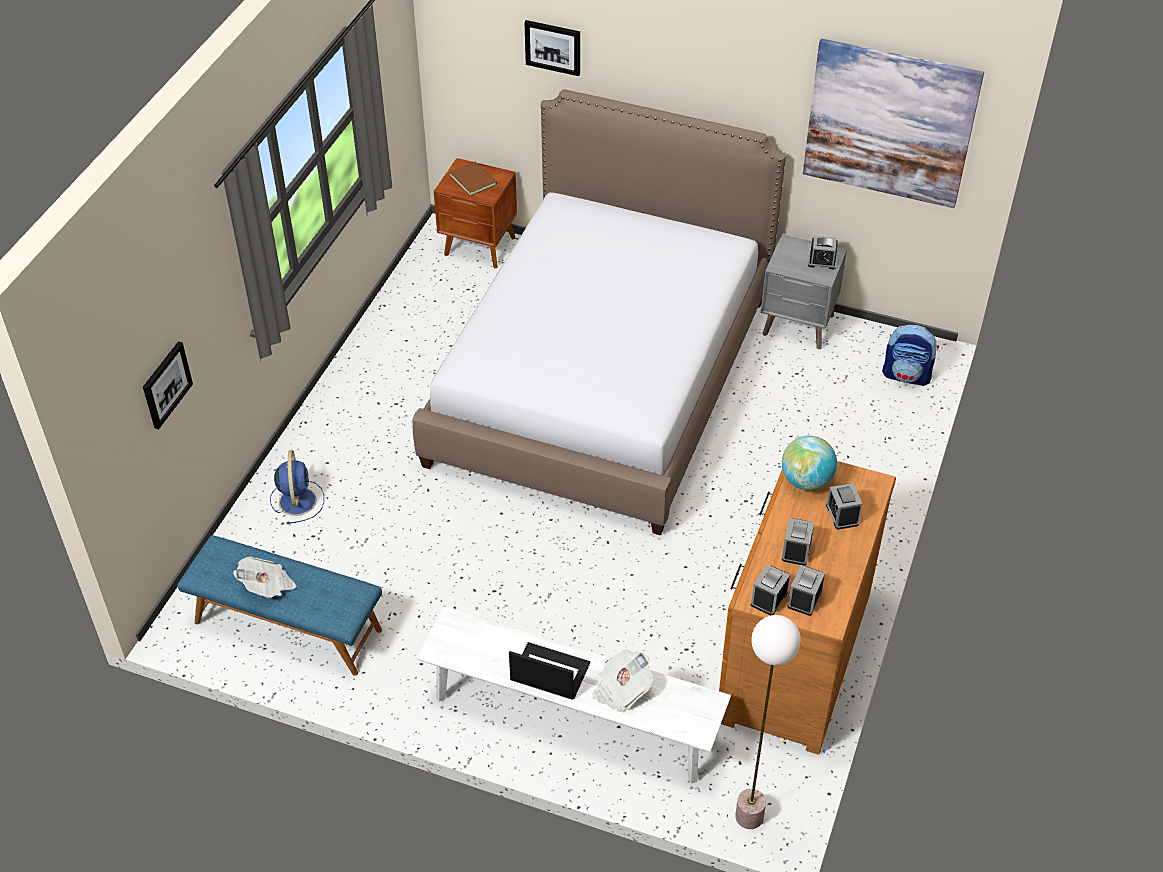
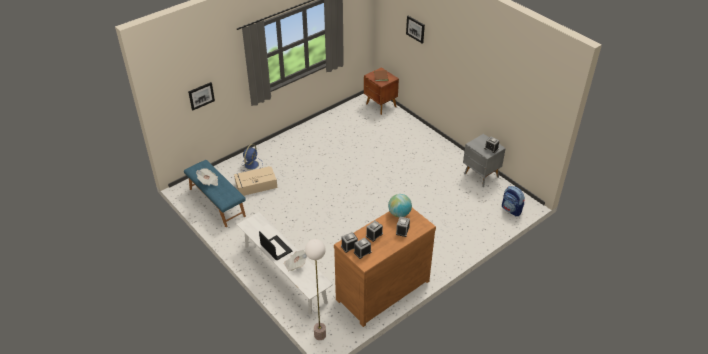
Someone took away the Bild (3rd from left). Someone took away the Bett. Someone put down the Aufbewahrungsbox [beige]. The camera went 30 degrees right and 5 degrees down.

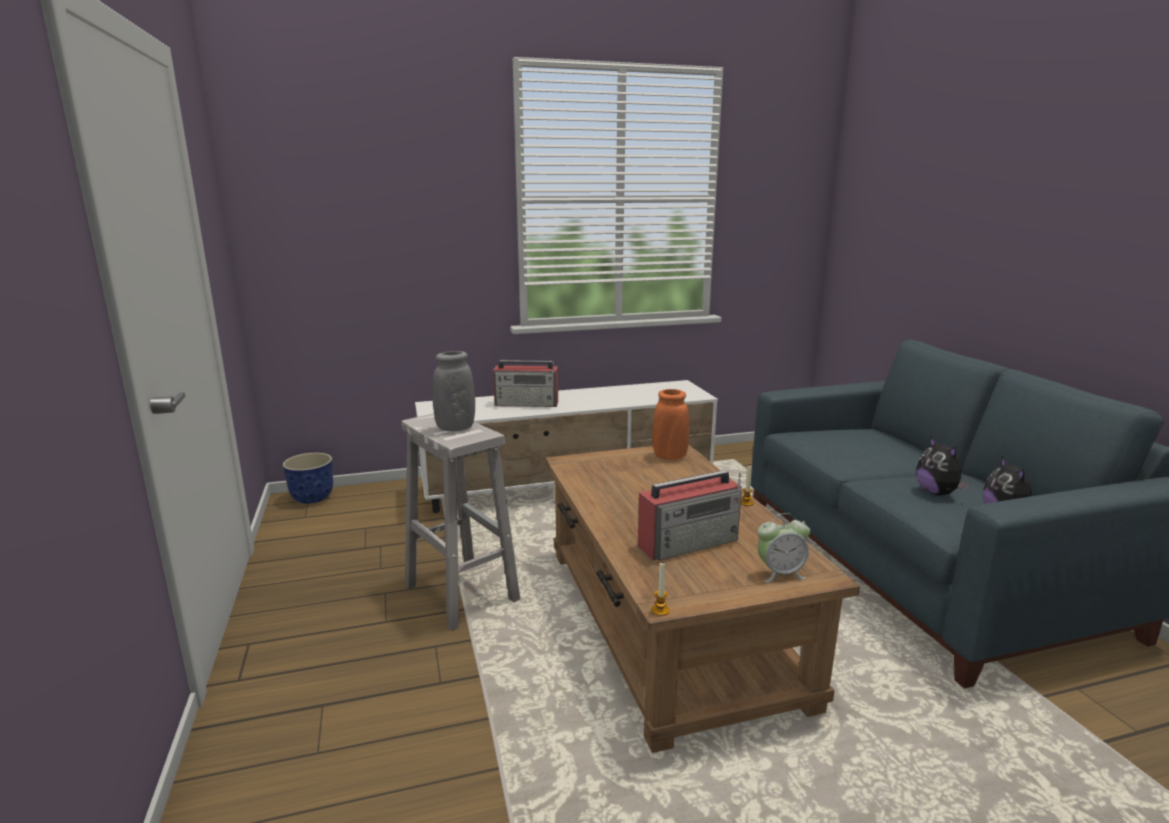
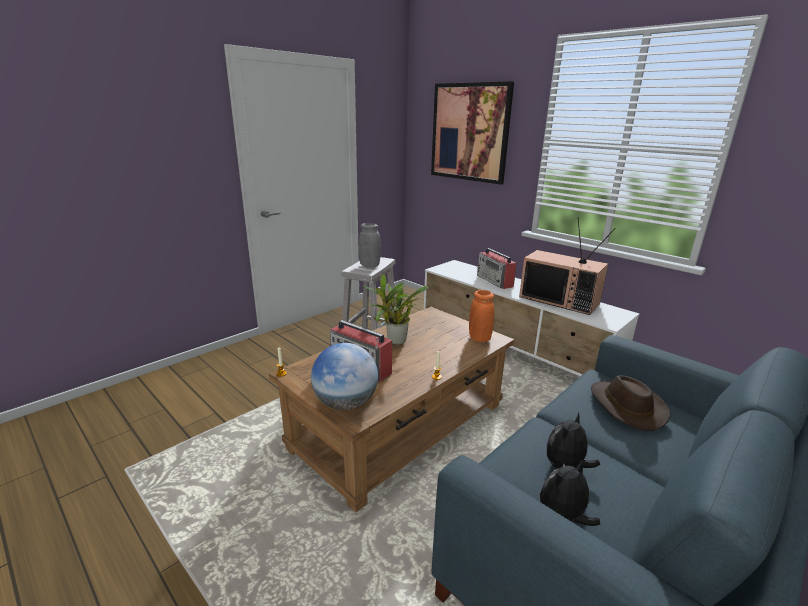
Someone took away the Pflanzkübel. Someone swapped the Wecker for the Globus. Someone put up the Bild. Someone put down the Fernseher. Someone put down the Topfpflanze. Someone put down the Hut [braun]. The camera went 60 degrees right and 5 degrees up.

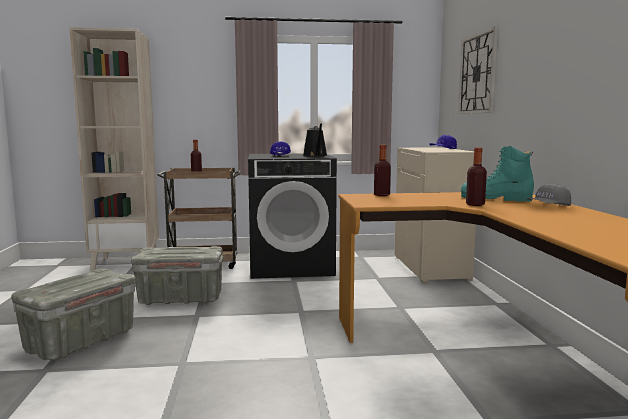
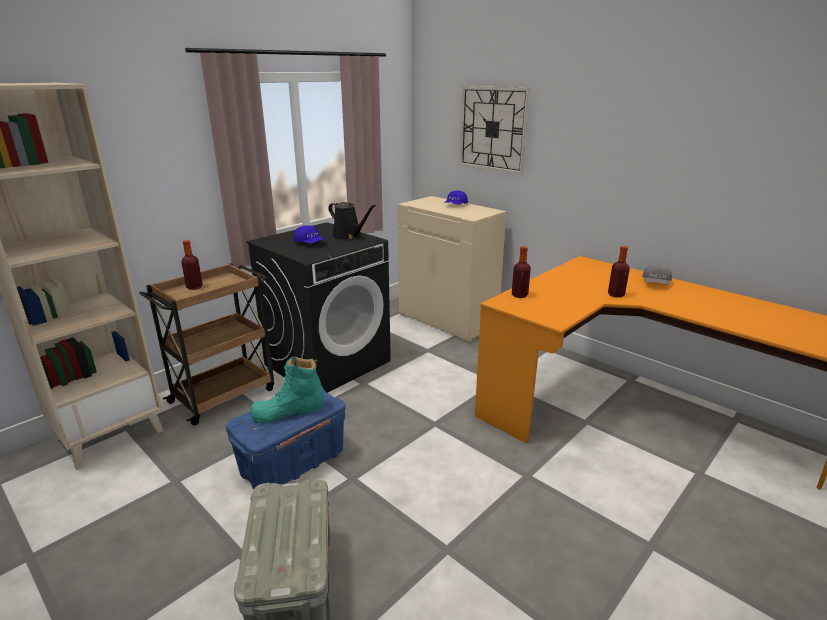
Someone carried the Stiefel [türkis]. Someone repainted the Aufbewahrungsbox [grau] (2nd from left), which became the Aufbewahrungsbox [blau]. The camera went 40 degrees left and 15 degrees up.

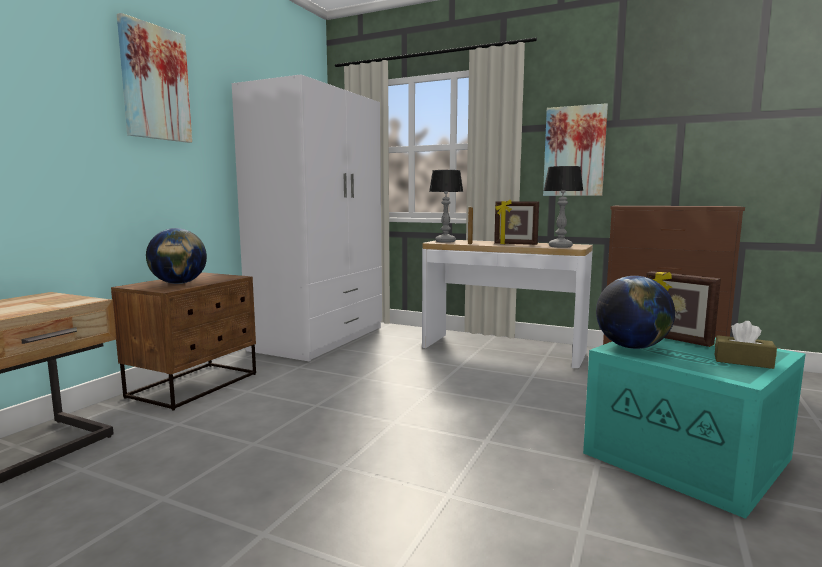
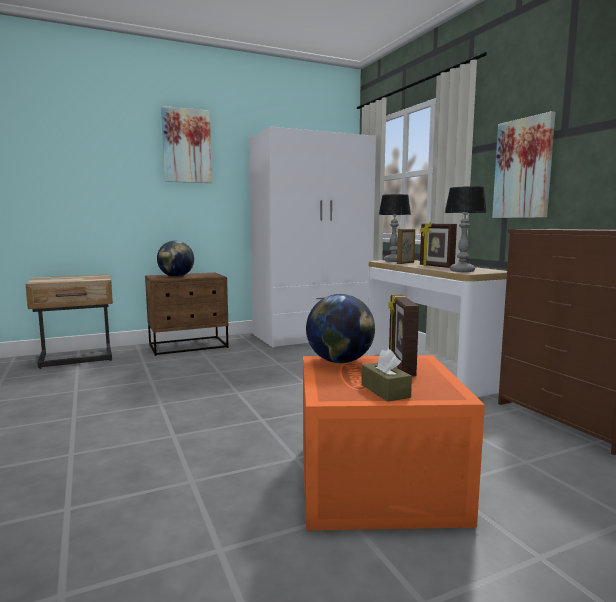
Someone repainted the Aufbewahrungsbox [türkis], which became the Aufbewahrungsbox [orange]. The camera went 40 degrees right and 0 degrees up.

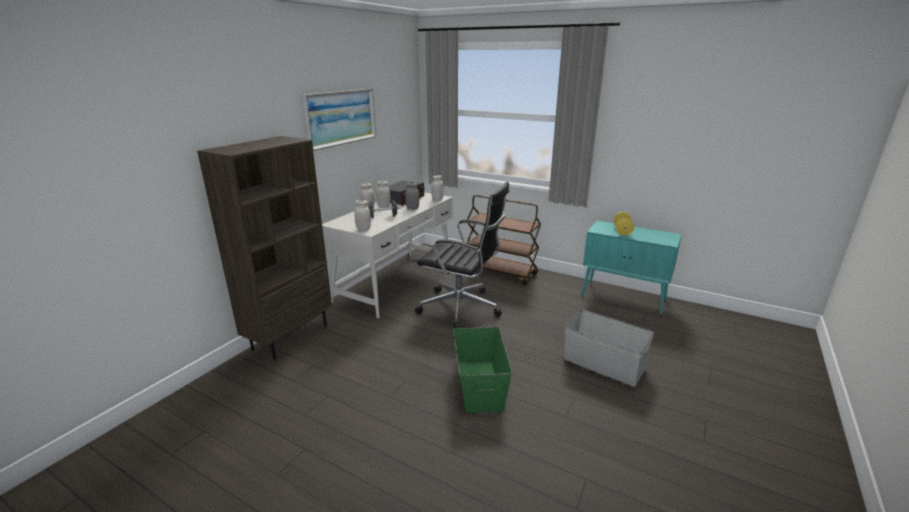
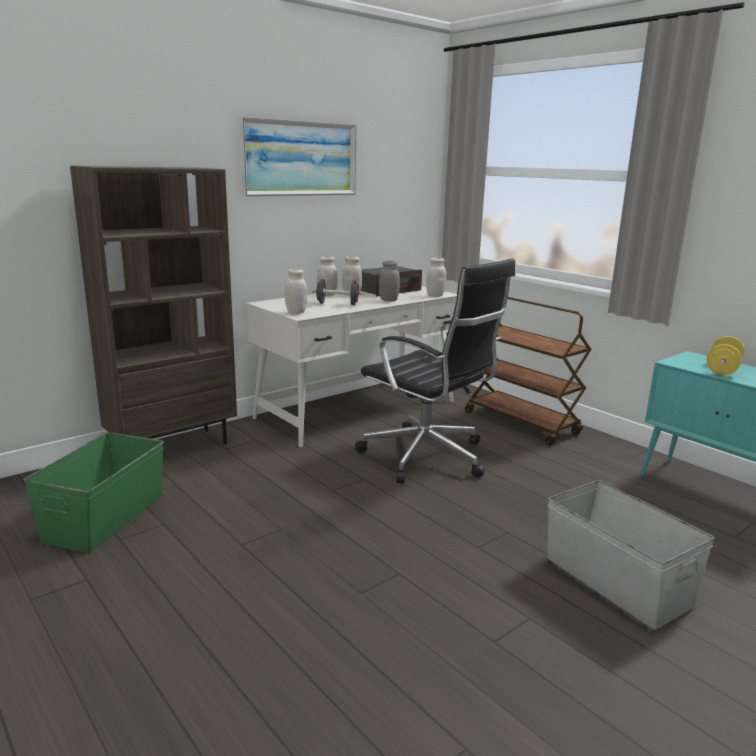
Someone carried the Aufbewahrungsbox [grün]. The camera went 20 degrees right and 5 degrees down.

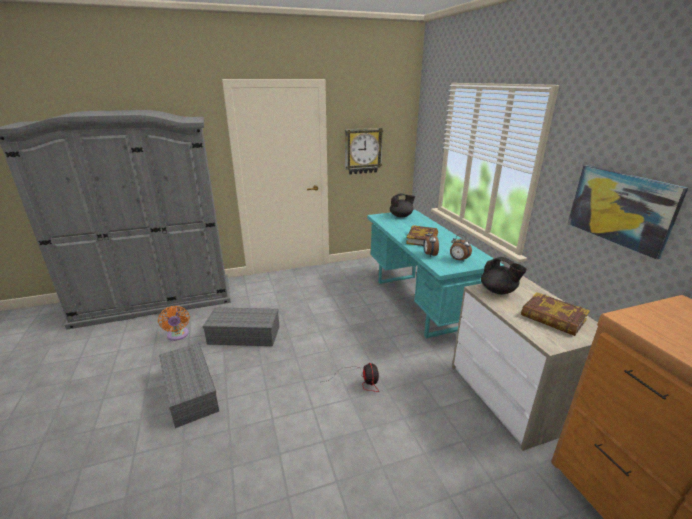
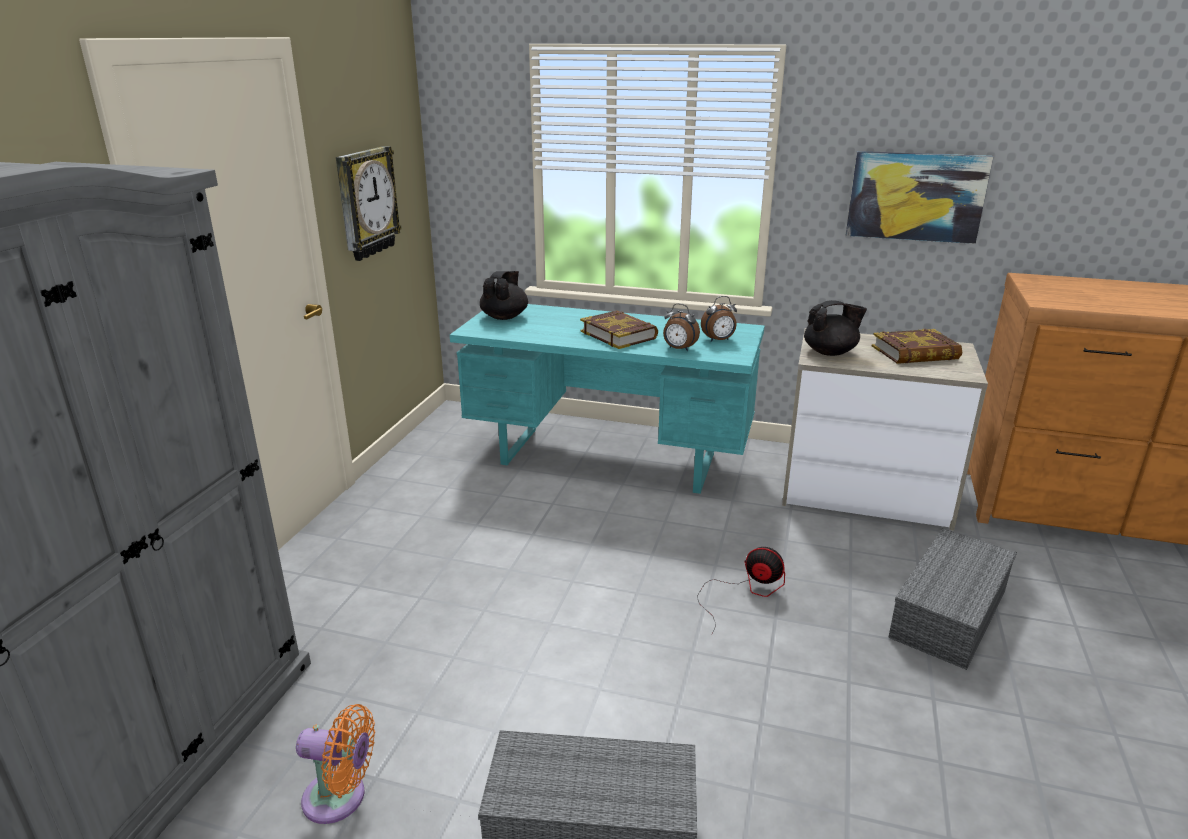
Someone carried the Aufbewahrungsbox [grau] (2nd from left). The camera went 55 degrees left and 0 degrees up.

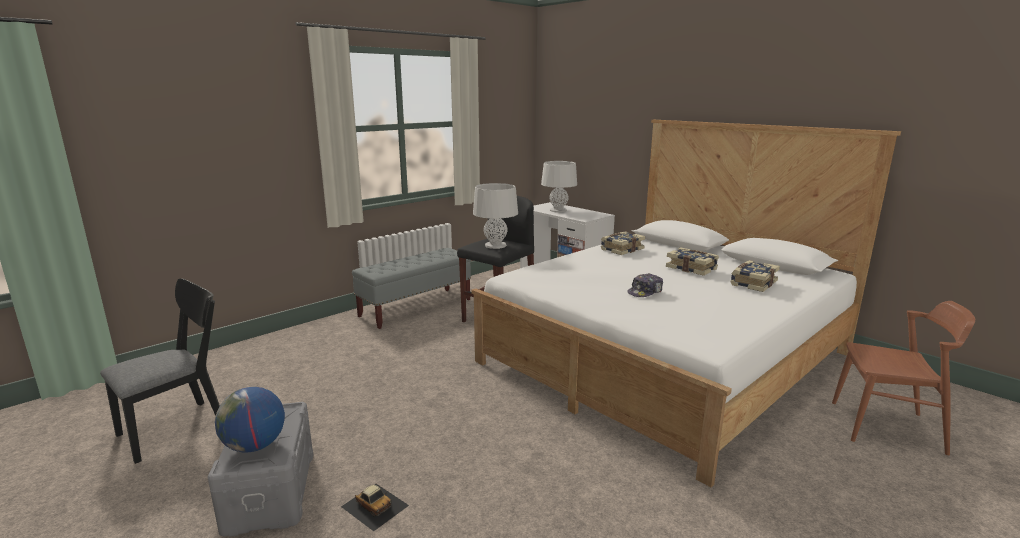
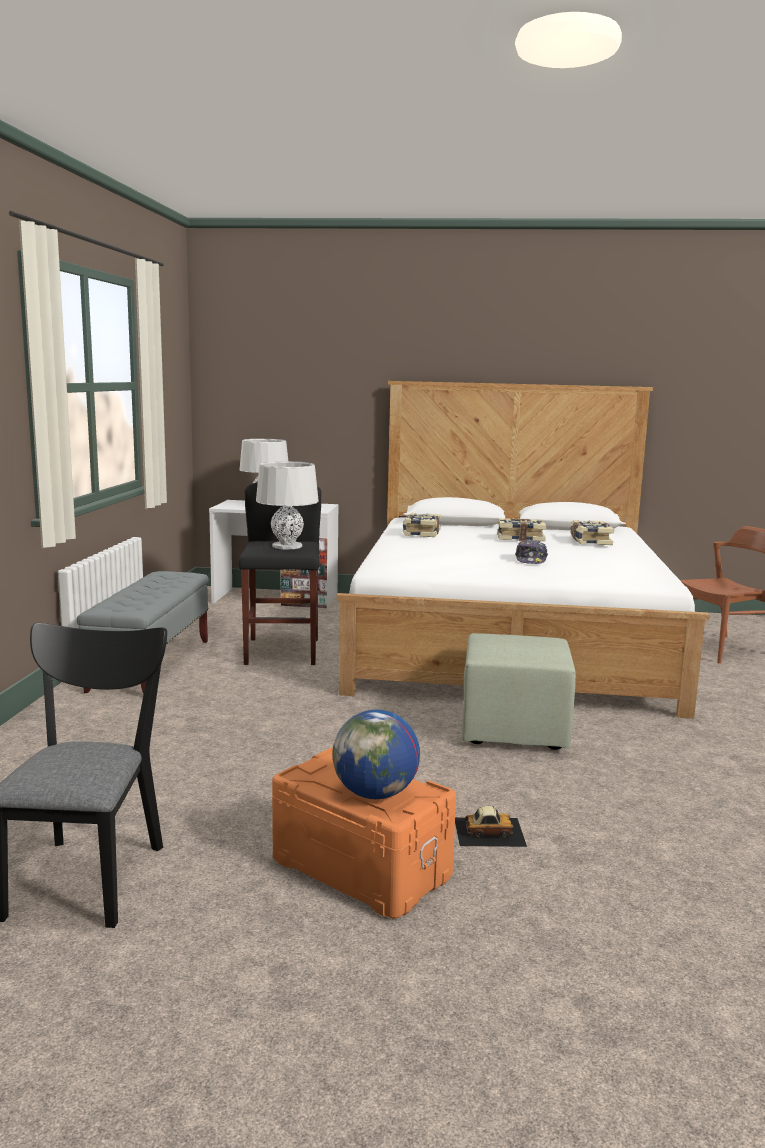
Someone repainted the Aufbewahrungsbox [grau], which became the Aufbewahrungsbox [orange]. Someone put down the Polsterhocker [grün]. The camera went 40 degrees left and 5 degrees down.

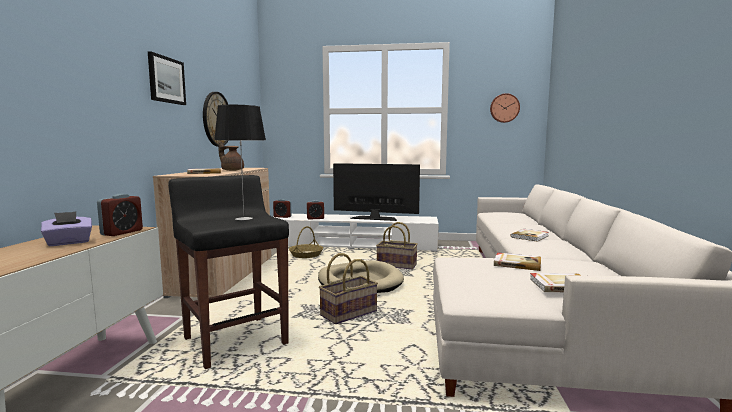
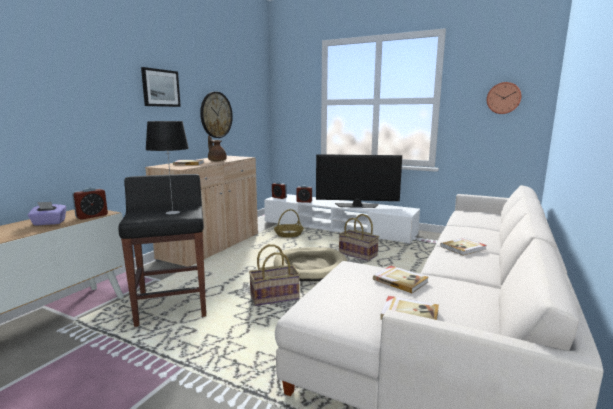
Someone rotated the Fernseher by 150 degrees clockwise. The camera went 20 degrees right and 5 degrees up.

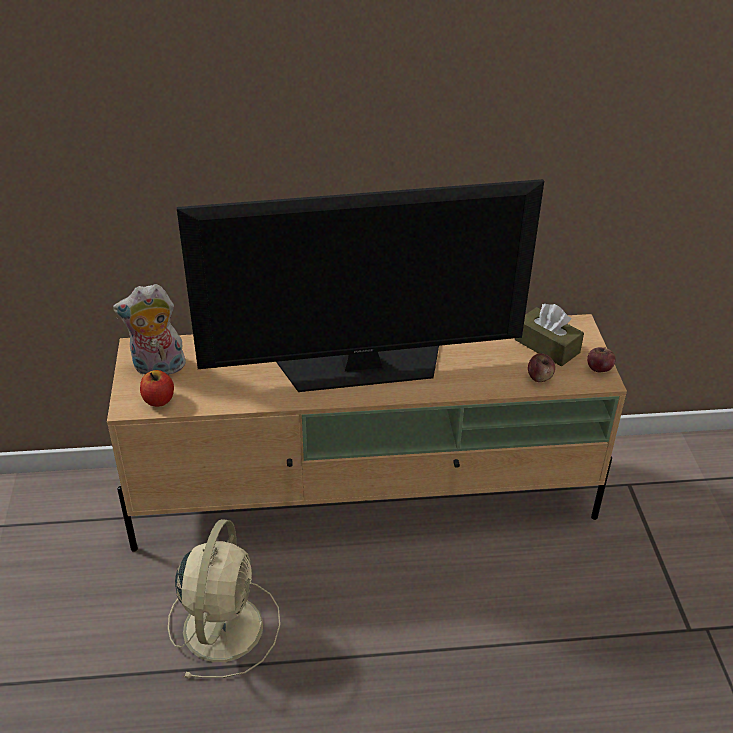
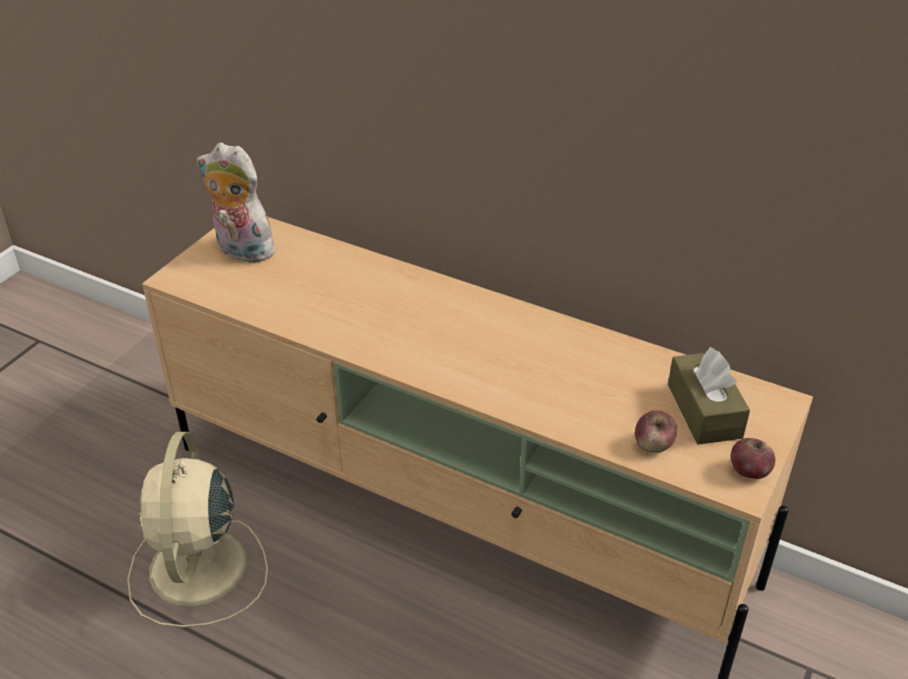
Someone took away the Fernseher. Someone took away the Apfel (1st from left). Someone rotated the Ventilator [beige] by 135 degrees clockwise. The camera went 35 degrees right and 0 degrees up.

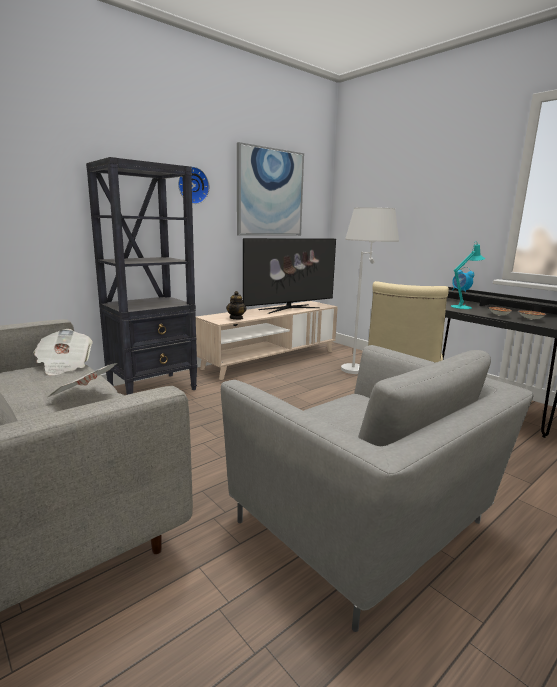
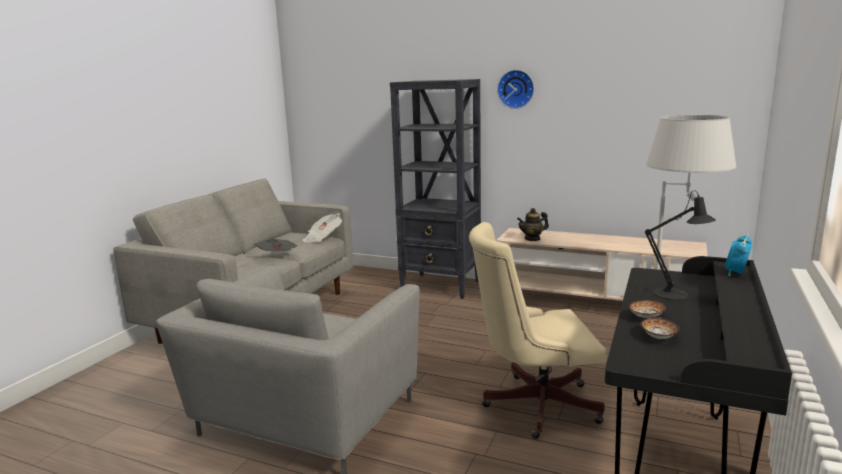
Someone took away the Bild. Someone took away the Fernseher. Someone repainted the Tischlampe [türkis], which became the Tischlampe [schwarz]. The camera went 65 degrees right and 0 degrees up.

